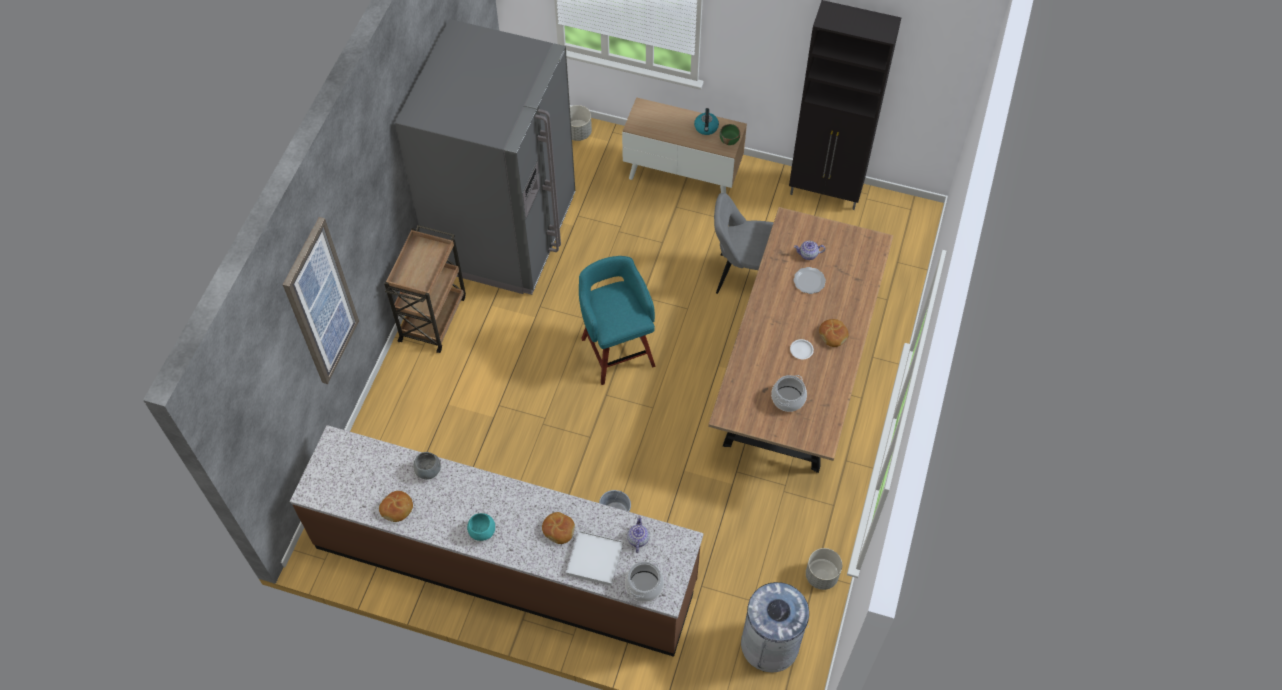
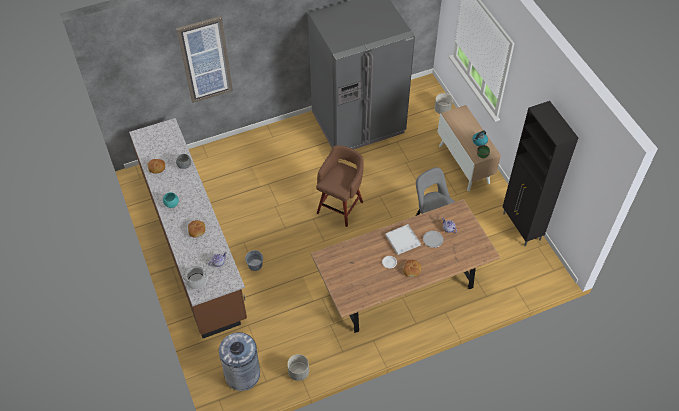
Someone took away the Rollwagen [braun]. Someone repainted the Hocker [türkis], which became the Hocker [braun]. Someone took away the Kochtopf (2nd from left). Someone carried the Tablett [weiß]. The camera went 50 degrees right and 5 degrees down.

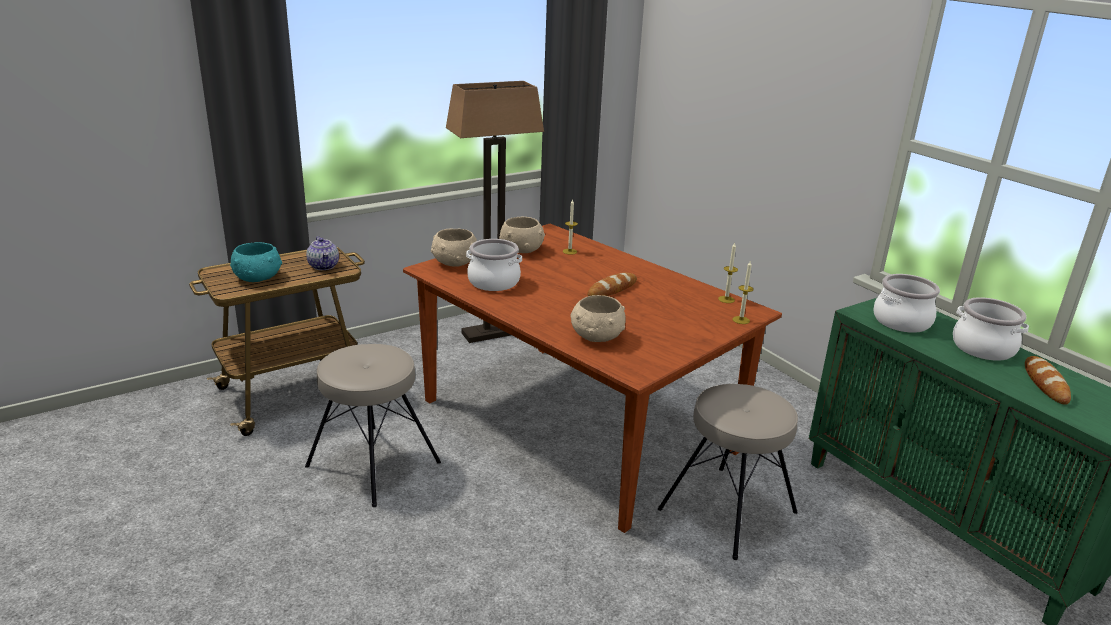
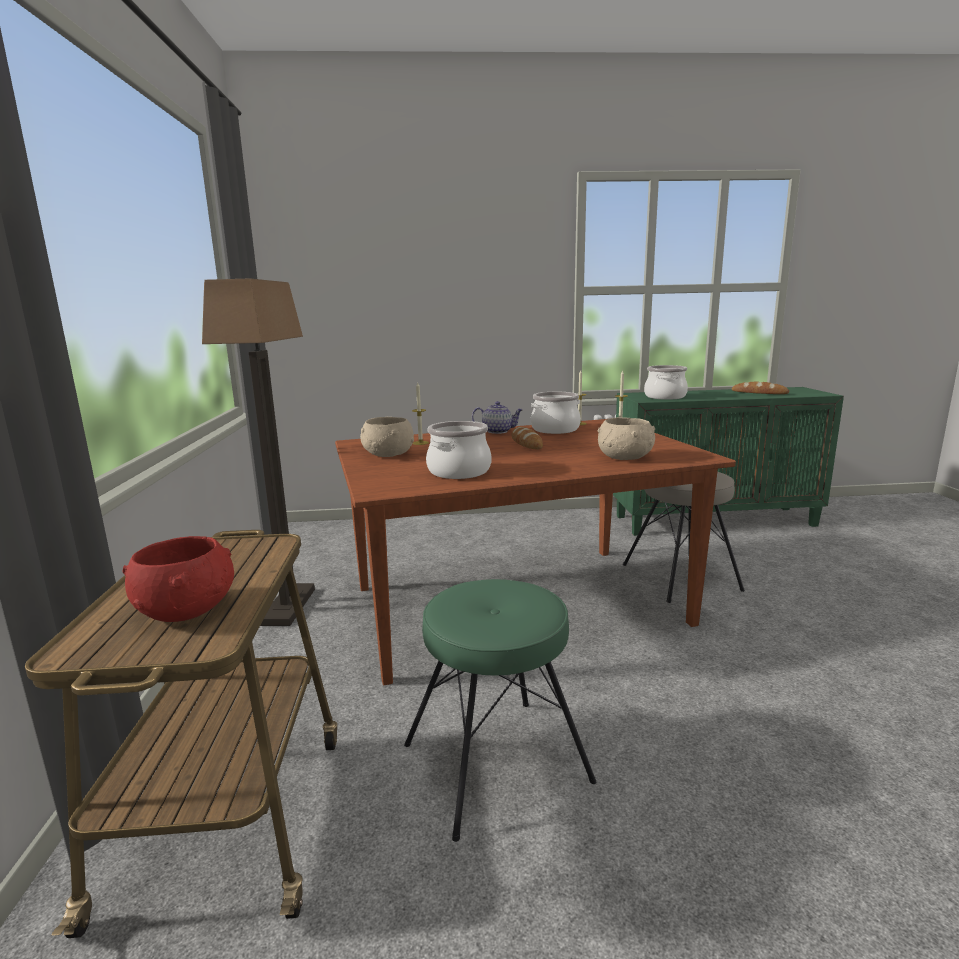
Someone took away the Schüssel [beige] (1st from left). Someone carried the Teekanne. Someone repainted the Schüssel [türkis], which became the Schüssel [rot]. Someone carried the Kochtopf (3rd from left in the first image). Someone repainted the Hocker [beige] (1st from left), which became the Hocker [grün]. The camera went 60 degrees left and 10 degrees down.

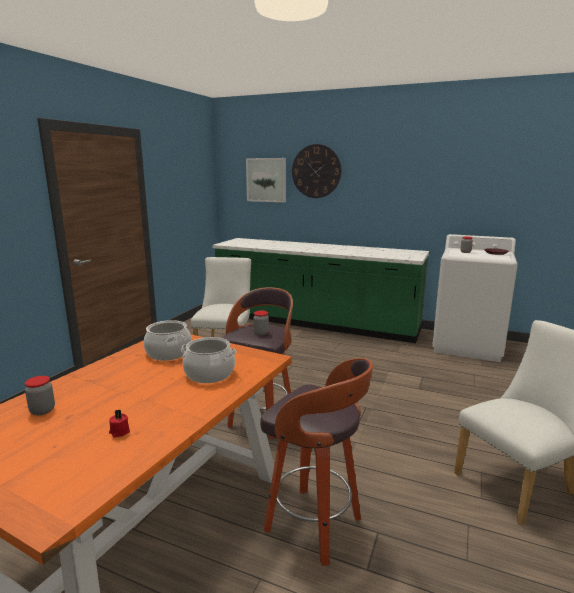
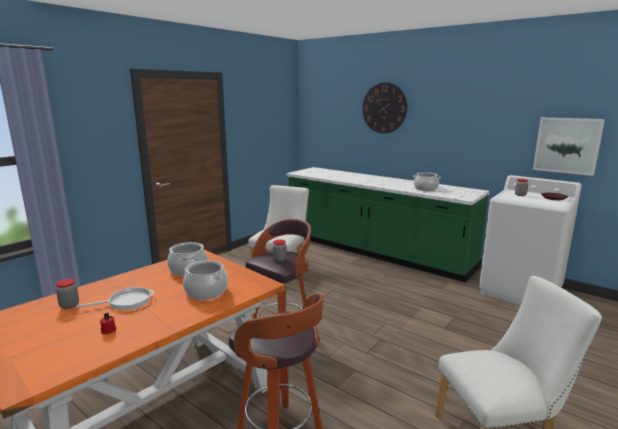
Someone carried the Bild. Someone put down the Kochtopf (3rd from left). Someone put down the Pfanne. The camera went 15 degrees right and 0 degrees up.

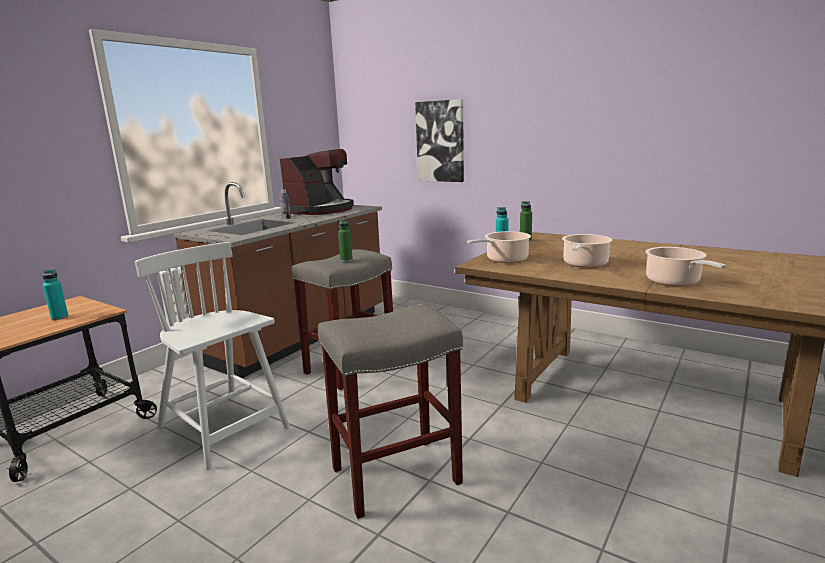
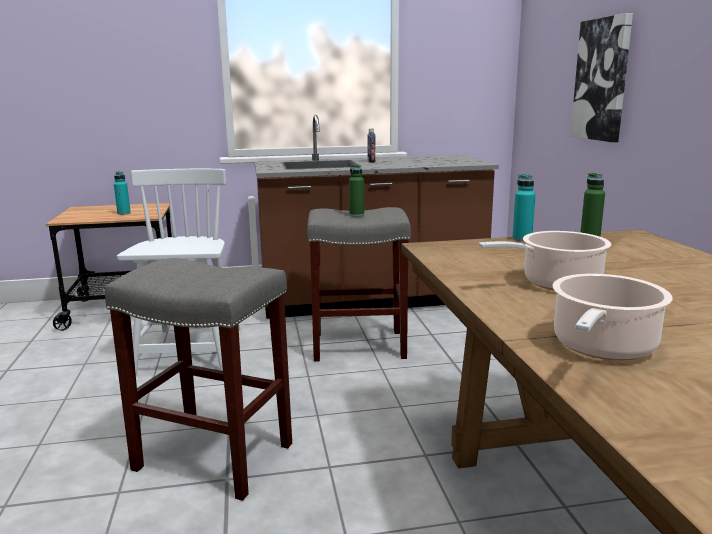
Someone took away the Kaffeemaschine. Someone took away the Kochtopf (1st from left). The camera went 45 degrees right and 0 degrees up.

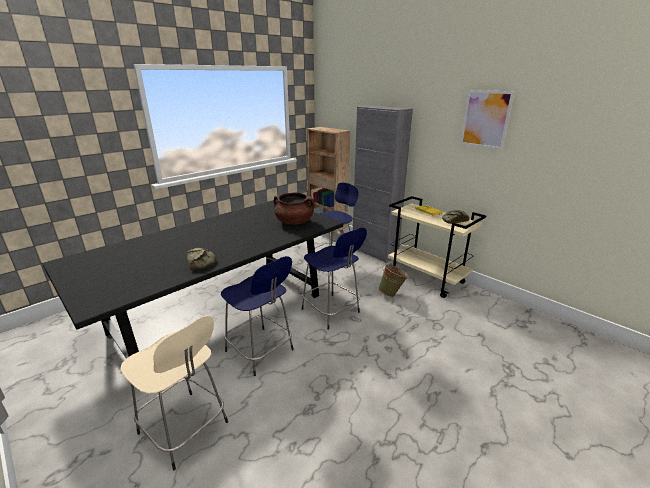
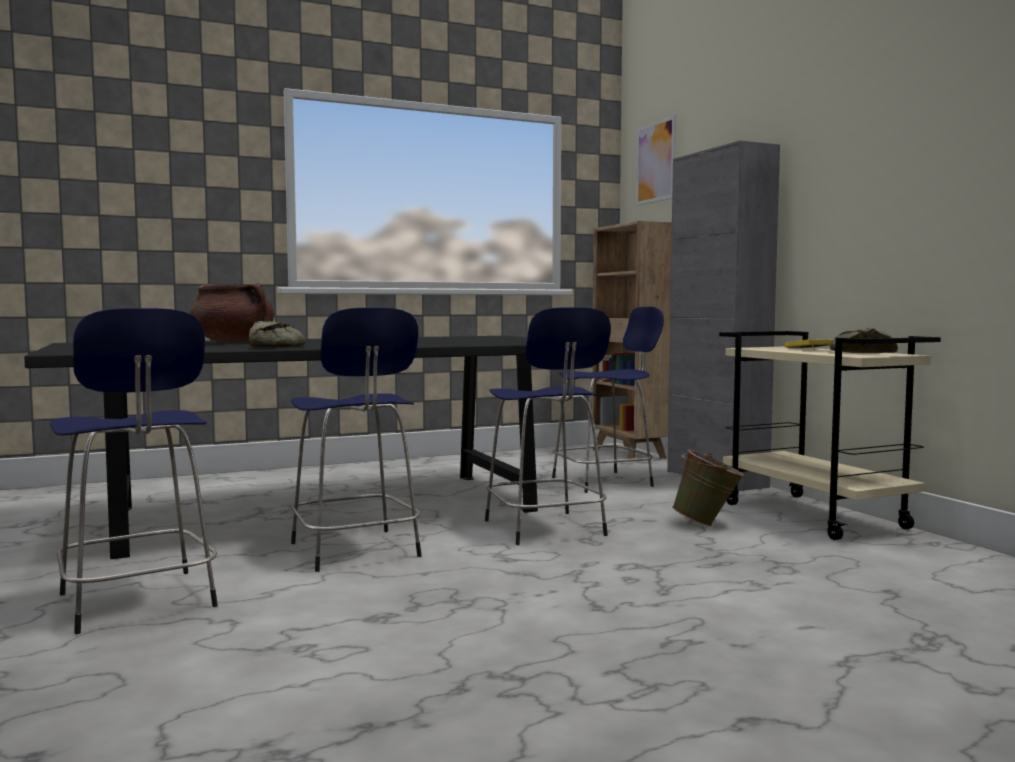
Someone carried the Bild. Someone carried the Kochtopf [braun]. Someone repainted the Hocker [beige], which became the Hocker [blau] (1st from left). The camera went 20 degrees right and 20 degrees down.

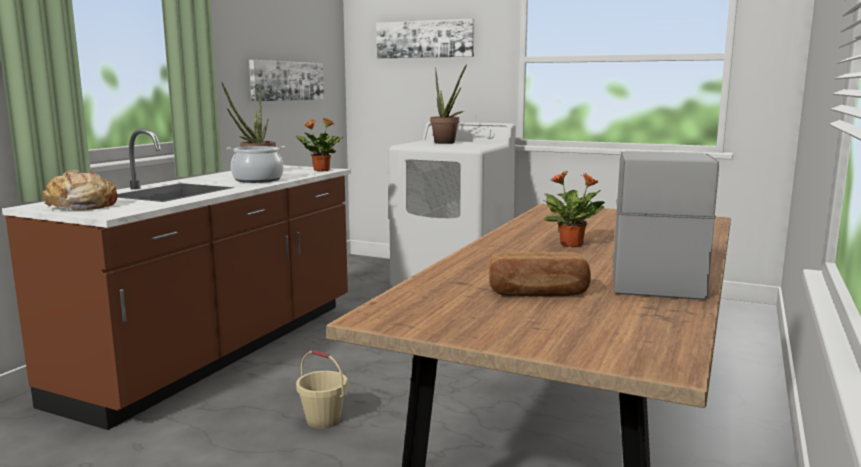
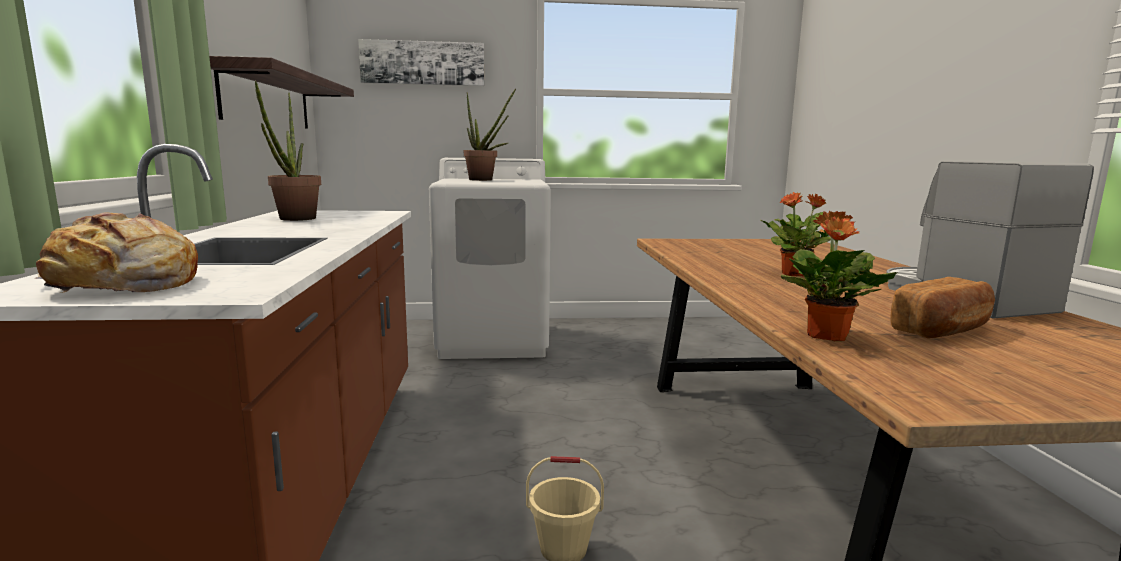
Someone swapped the Bild (1st from left) for the Wandregal. Someone carried the Topfpflanze (2nd from left in the first image). Someone took away the Kochtopf. The camera went 30 degrees left and 0 degrees up.

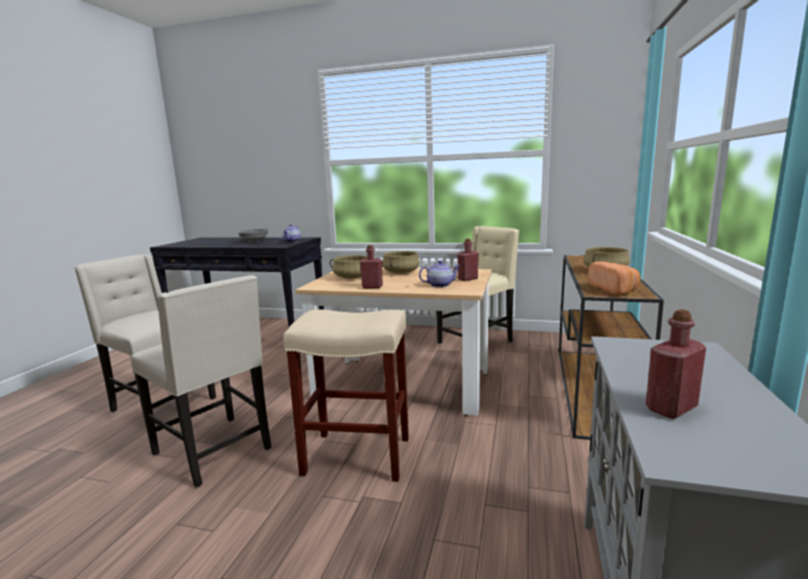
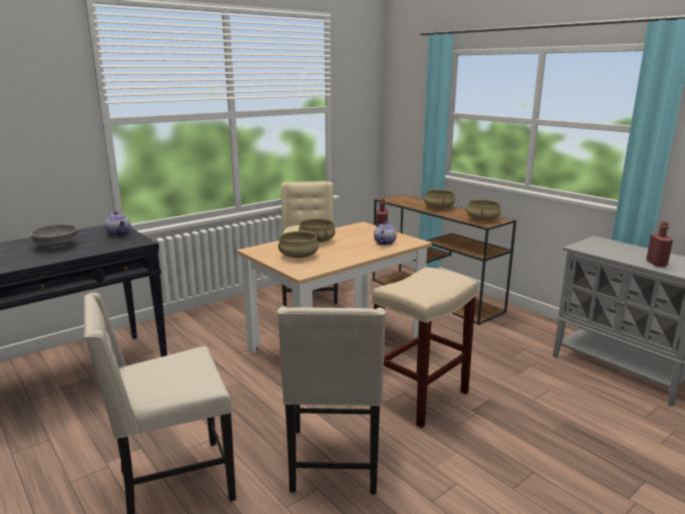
Someone took away the Flasche [rot] (1st from left). Someone swapped the Brot for the Kochtopf [beige] (4th from left). Someone rotated the Stuhl [beige] (2nd from left in the first image) by 105 degrees clockwise. The camera went 55 degrees left and 5 degrees up.

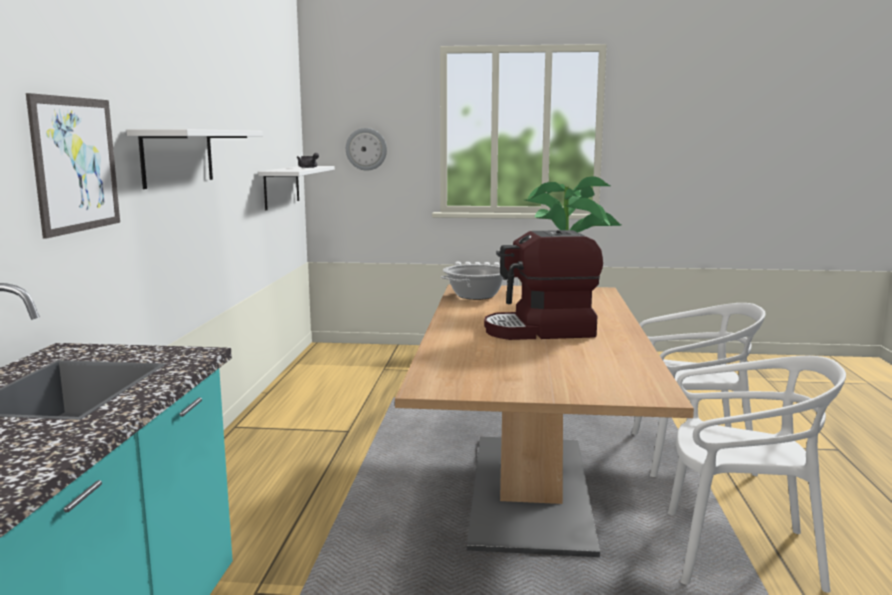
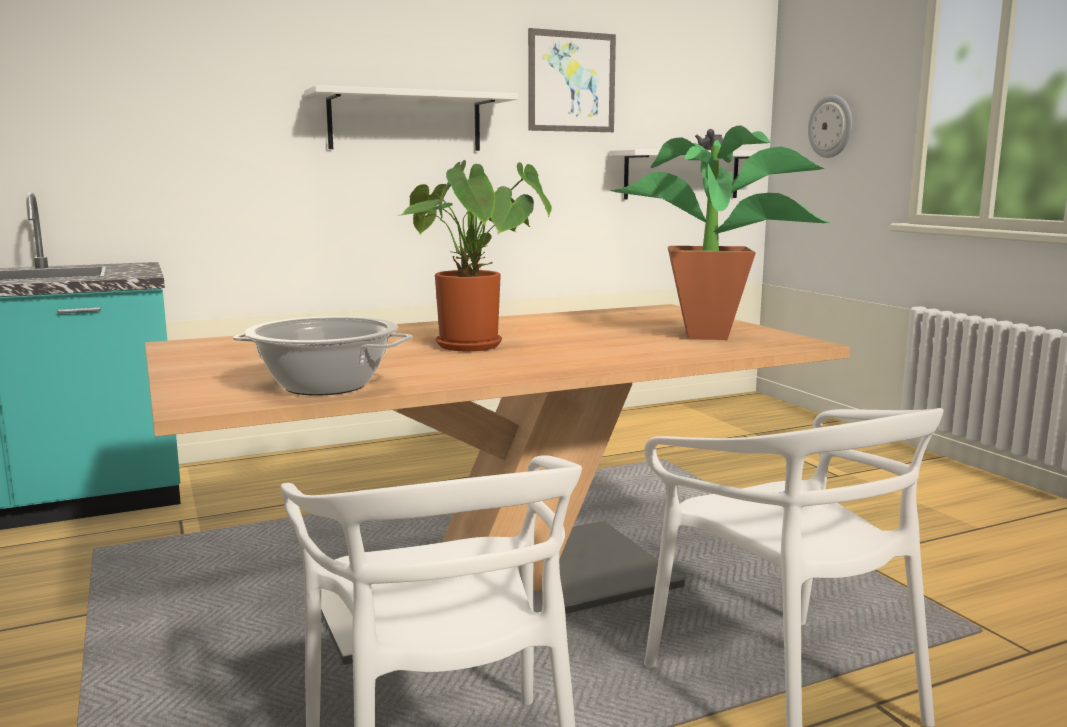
Someone carried the Bild. Someone swapped the Kaffeemaschine for the Topfpflanze (1st from left). Someone carried the Kochtopf. The camera went 60 degrees right and 0 degrees up.

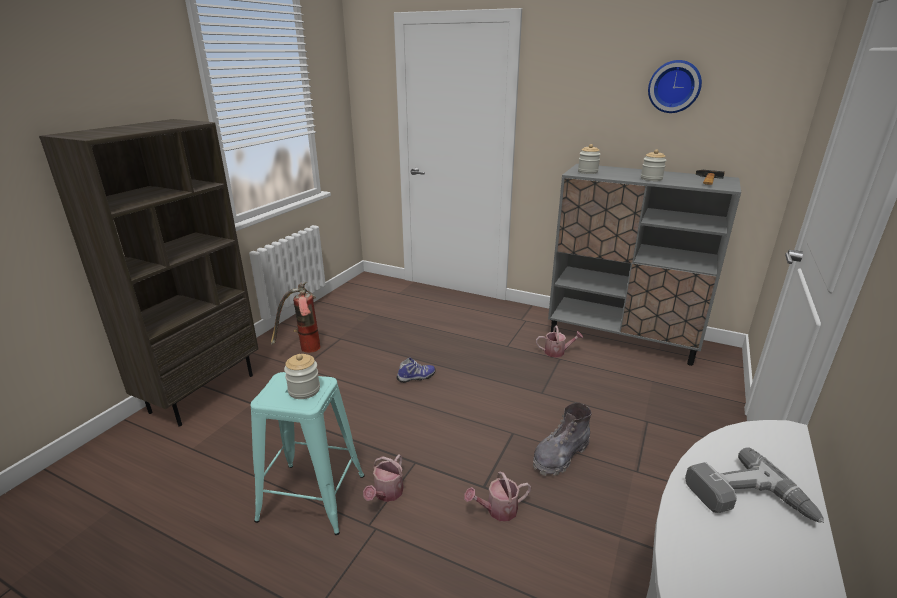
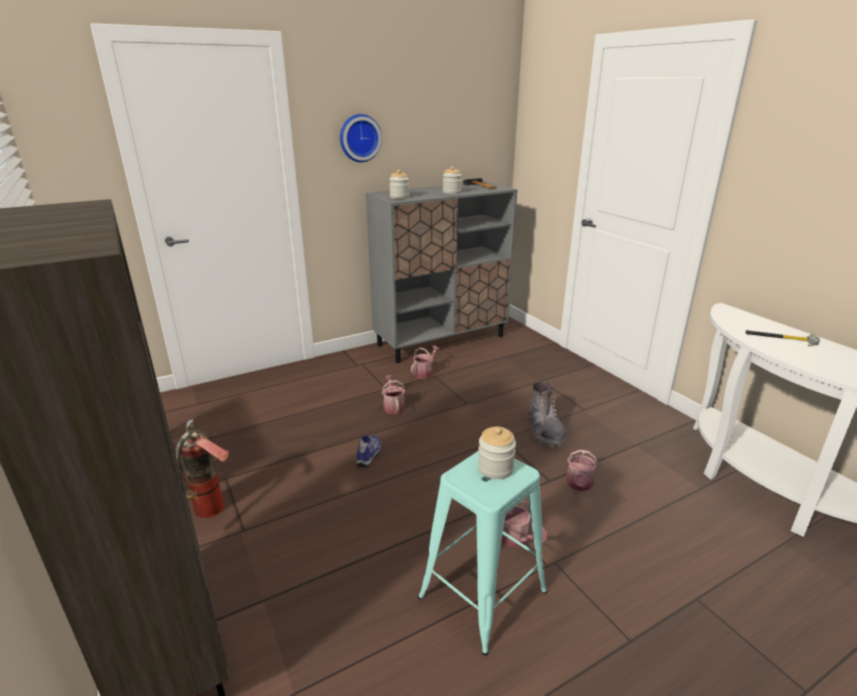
Someone carried the Wanduhr. Someone swapped the Bohrmaschine for the Hammer (2nd from left). Someone put down the Gießkanne (1st from left). The camera went 55 degrees left and 0 degrees up.

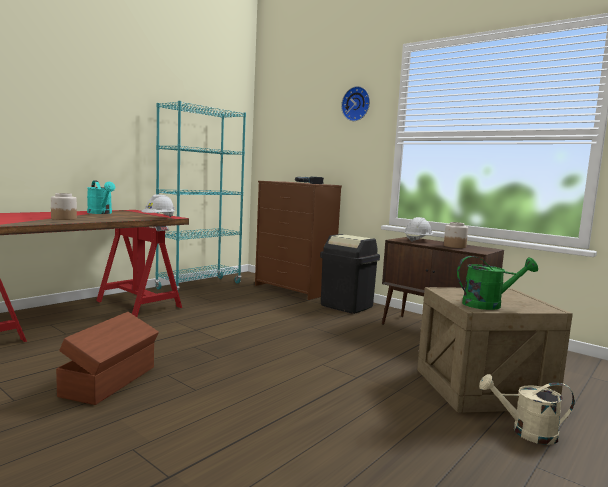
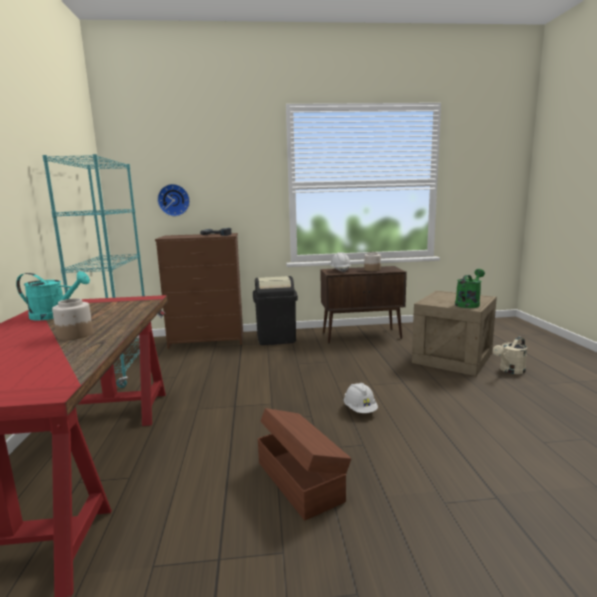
Someone carried the Wanduhr. Someone carried the Schutzhelm [weiß] (1st from left in the first image). The camera went 45 degrees left and 5 degrees up.

